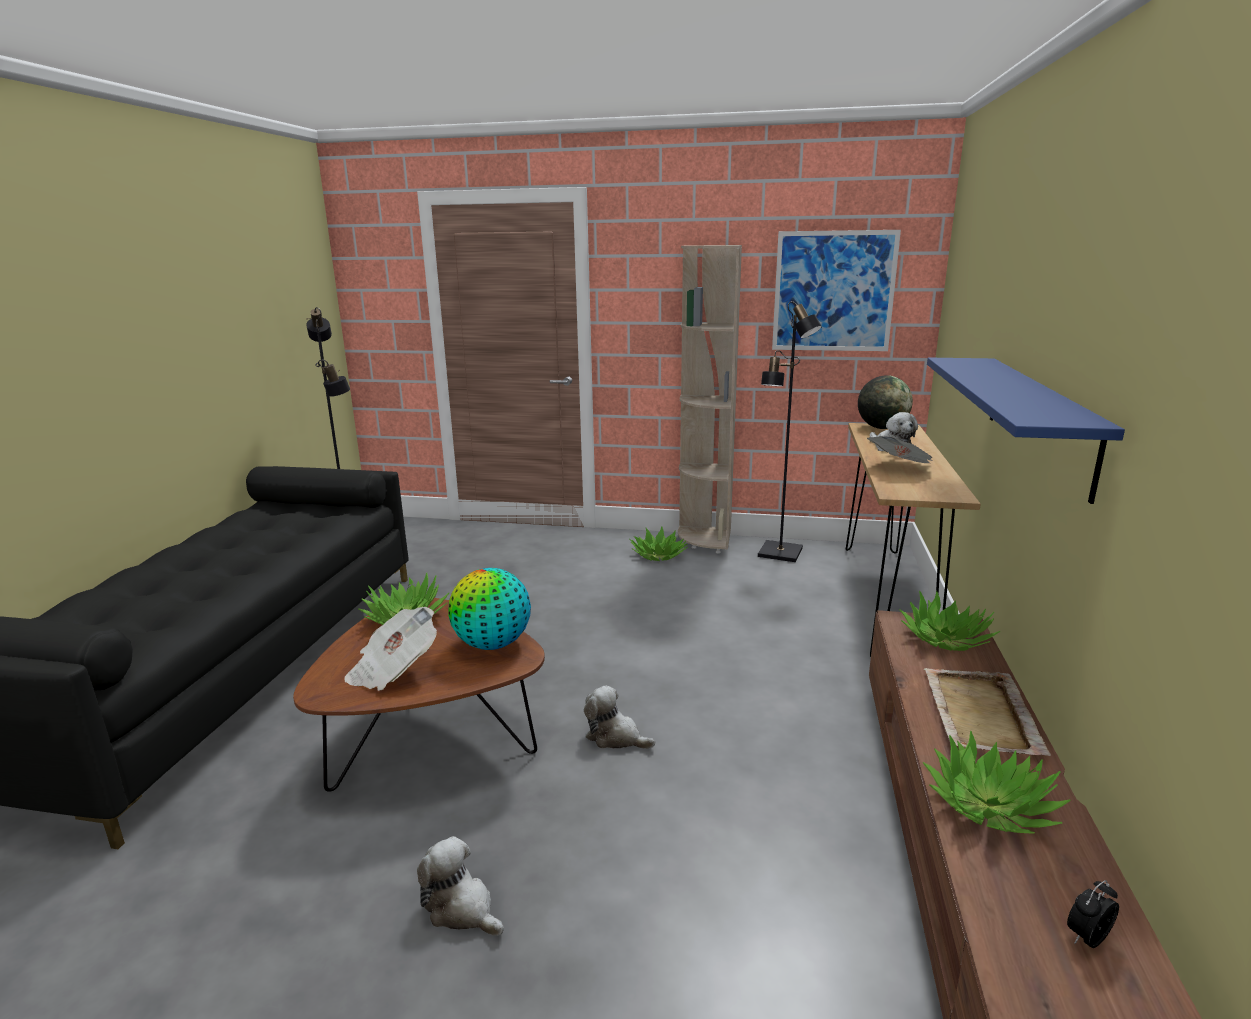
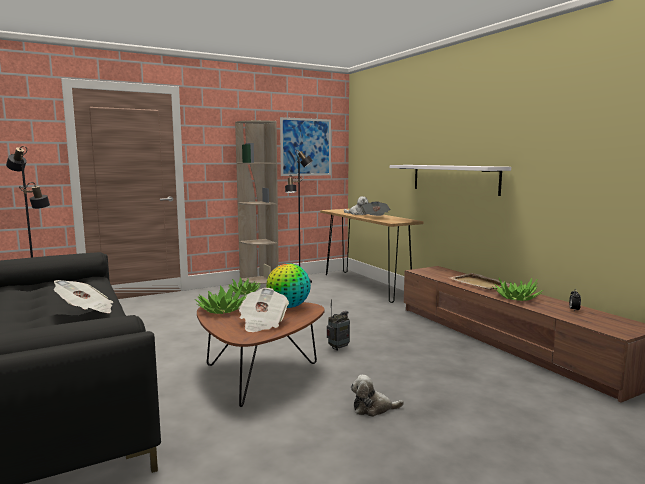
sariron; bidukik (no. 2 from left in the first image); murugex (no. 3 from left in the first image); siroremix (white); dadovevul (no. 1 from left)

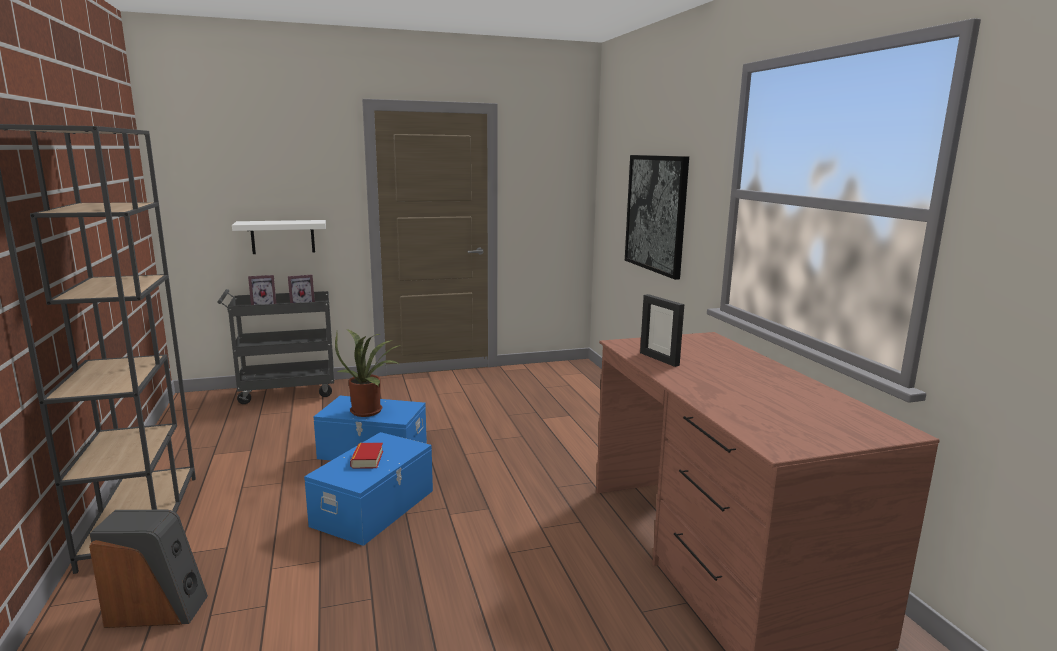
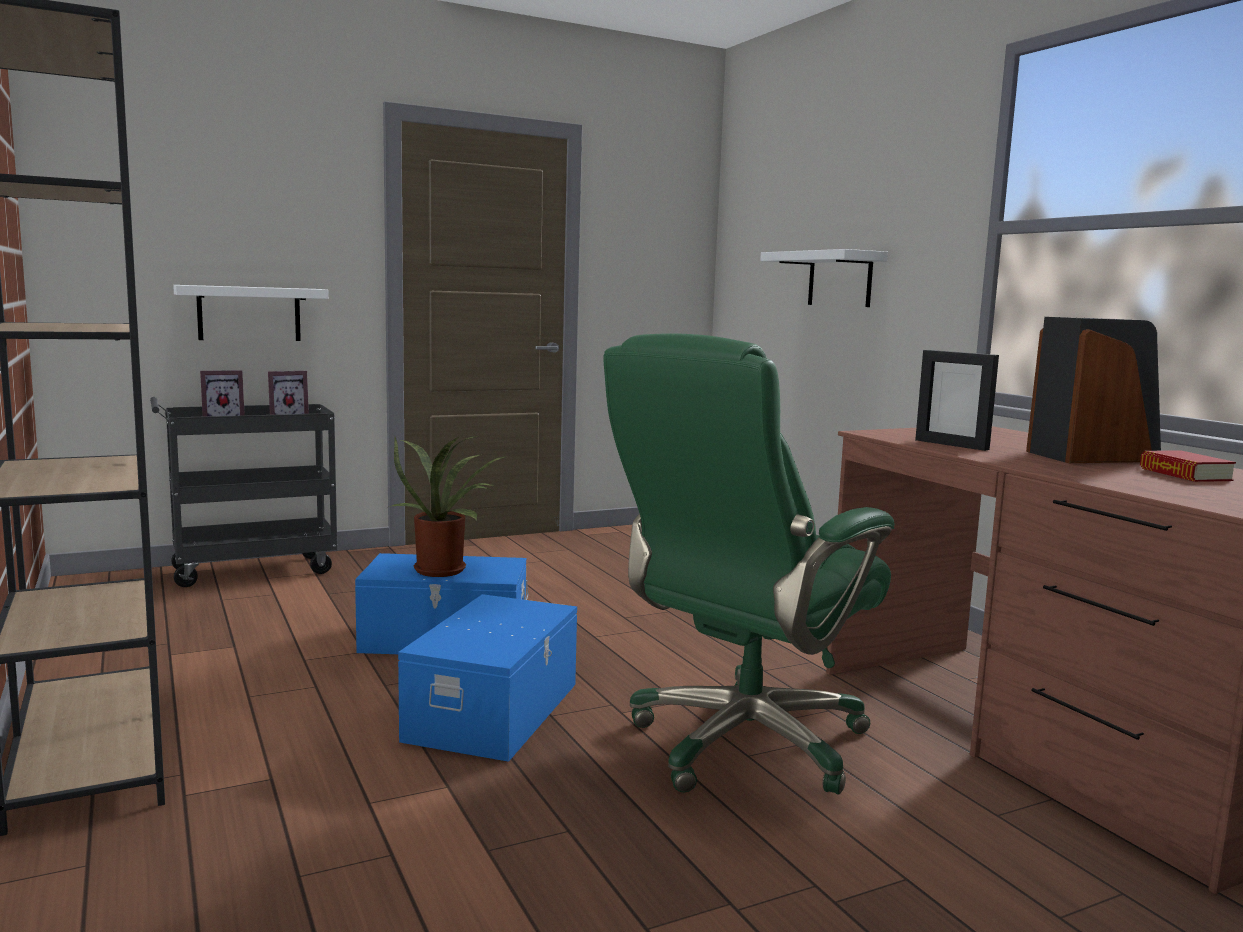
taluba; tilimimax; siroremix (white) (no. 2 from left); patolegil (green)

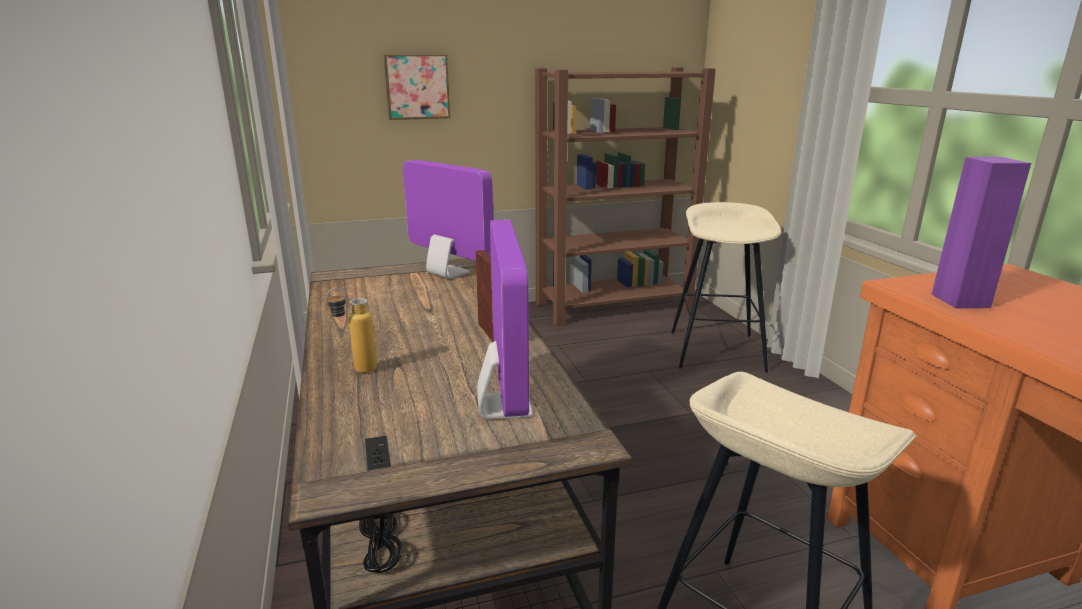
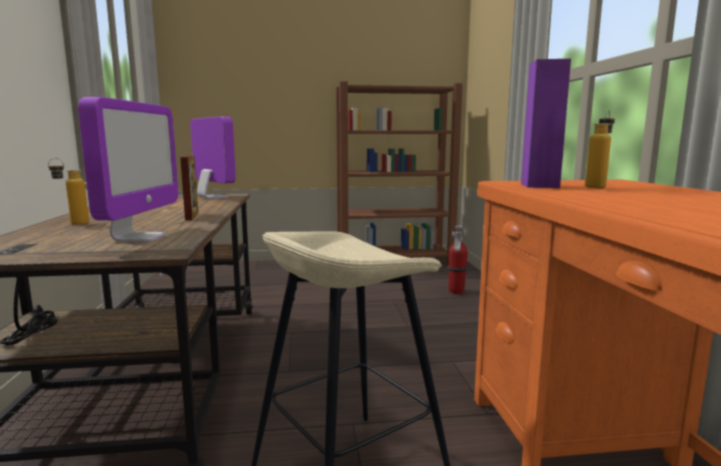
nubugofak; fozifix; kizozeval (no. 2 from left)

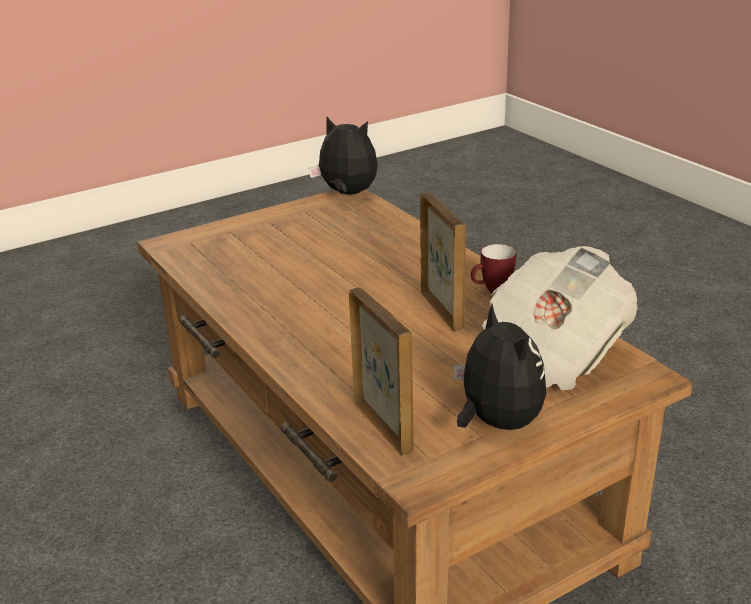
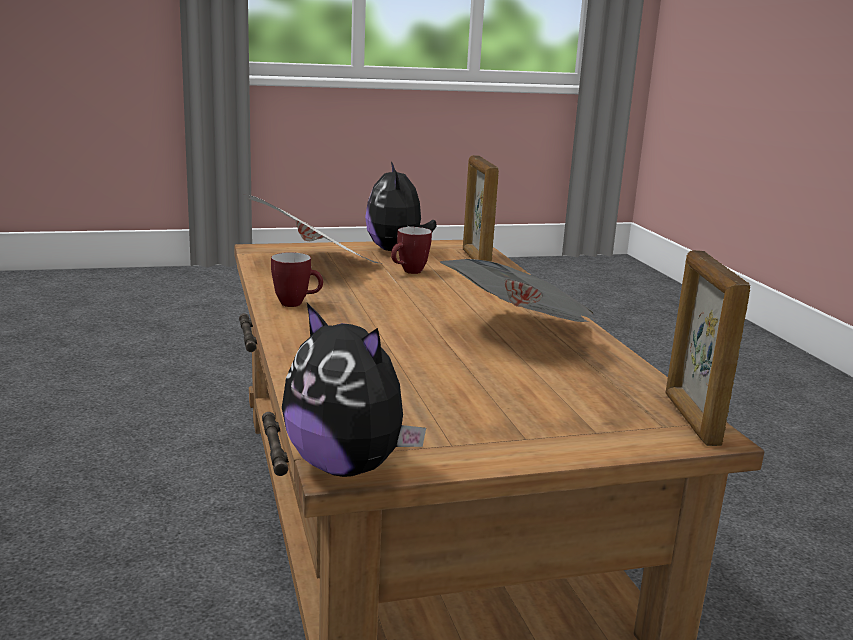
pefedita (no. 2 from left); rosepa (no. 2 from left); dadovevul (no. 2 from left)

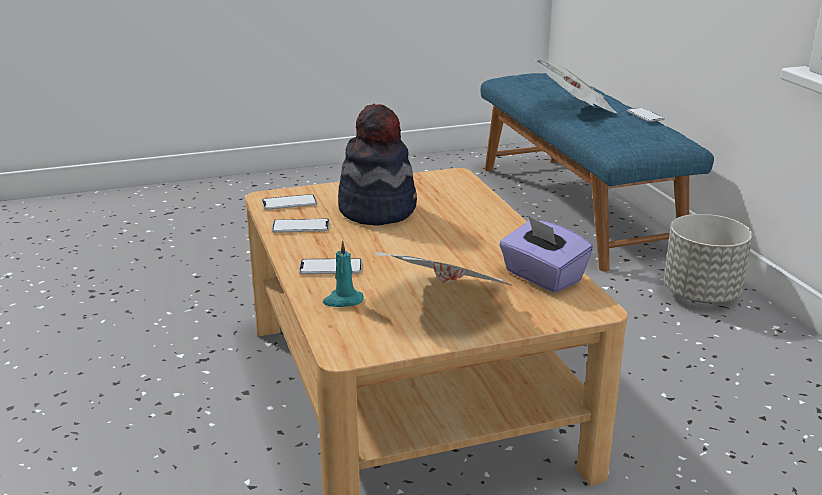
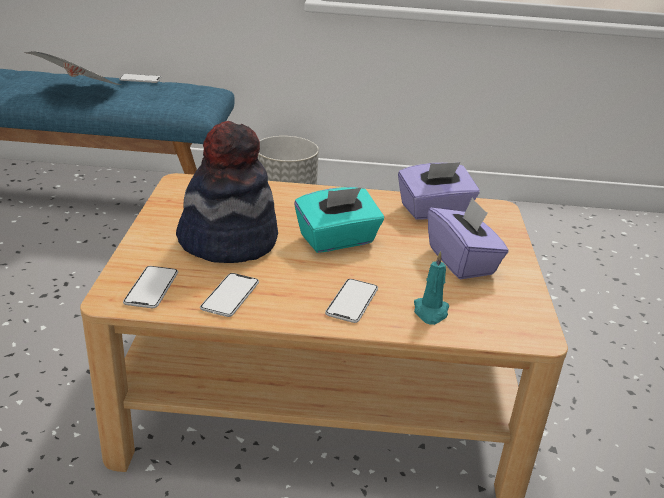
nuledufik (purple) (no. 2 from left); nuledufik (turquoise)

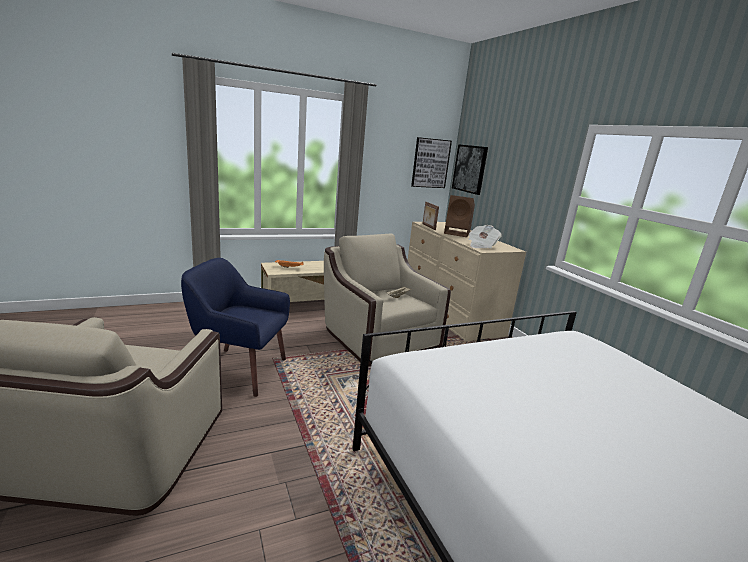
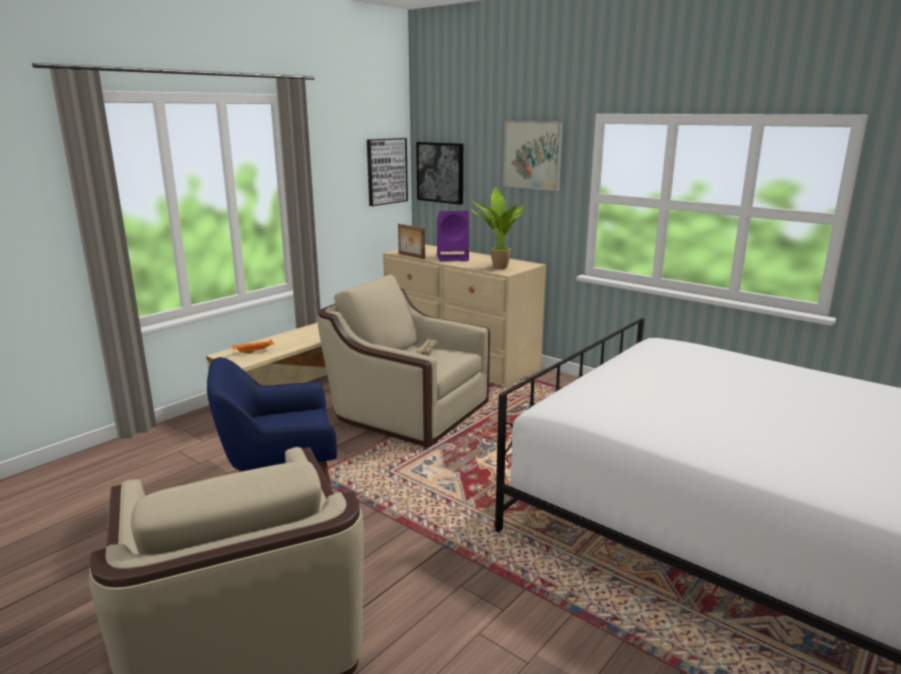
taluba (purple); murugex; nubugofak (no. 3 from left)

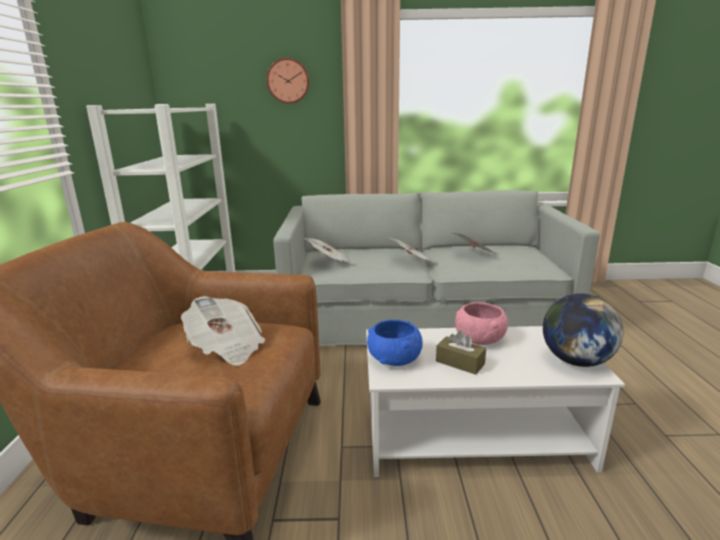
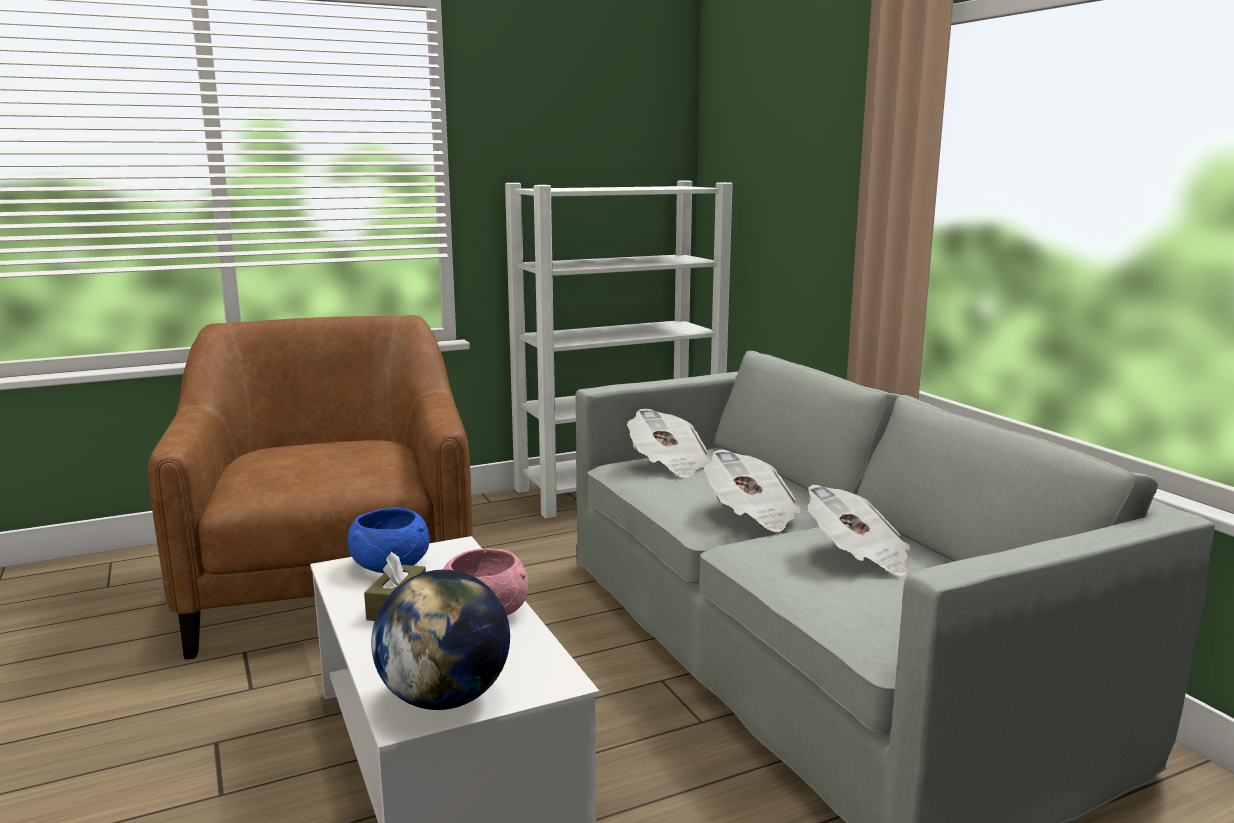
dadovevul (no. 1 from left in the first image); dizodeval

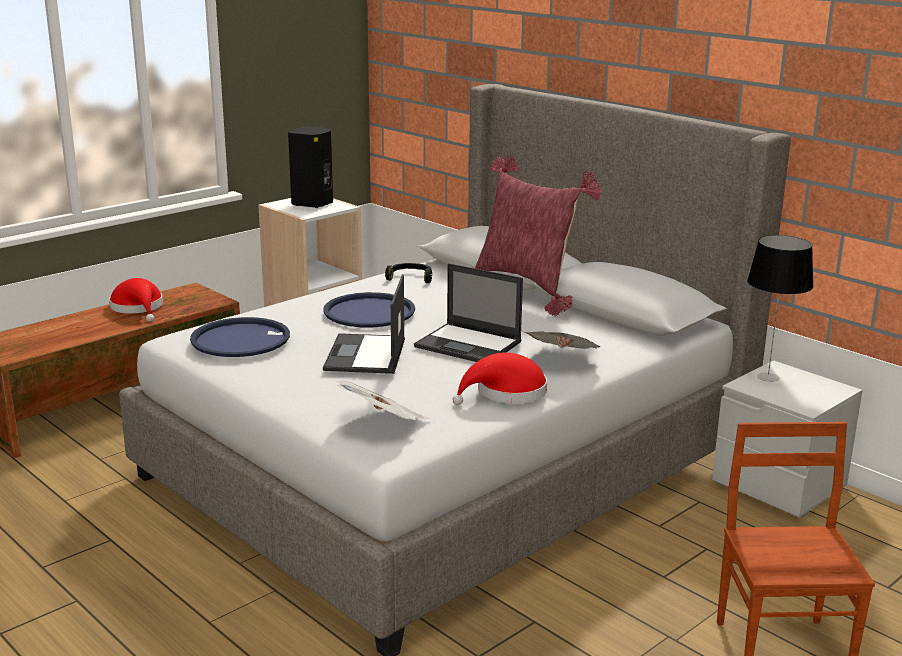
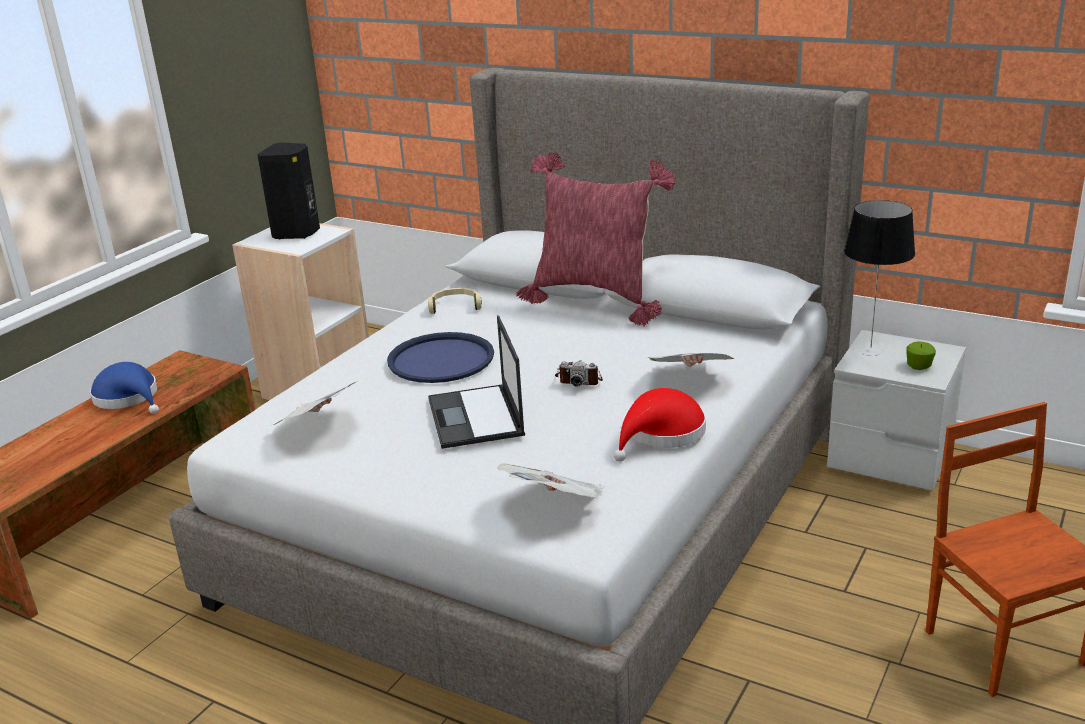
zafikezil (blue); dadovevul (no. 1 from left); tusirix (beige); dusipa; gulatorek

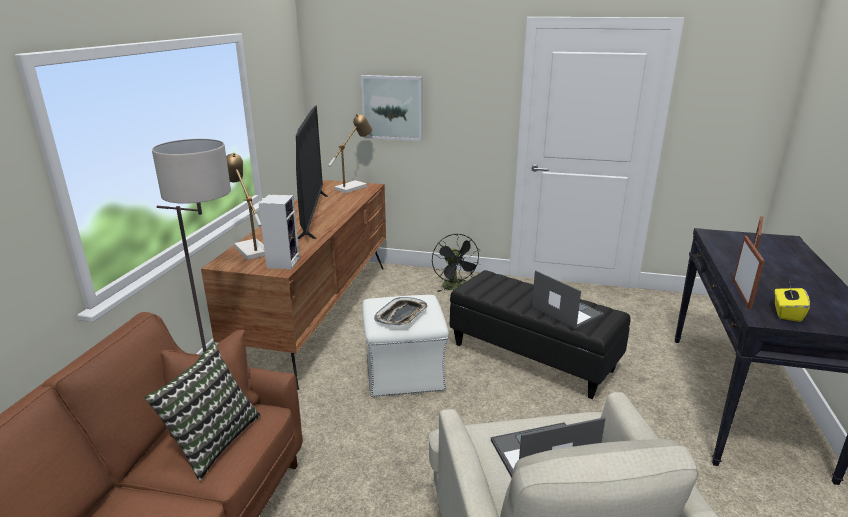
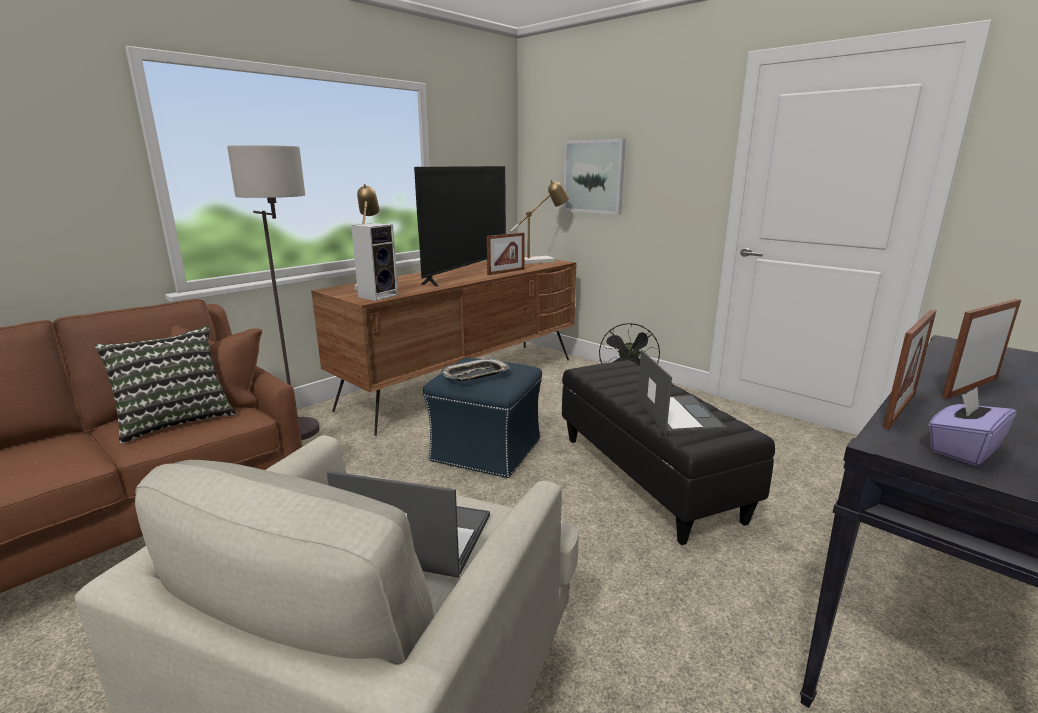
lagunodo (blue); nuledufik (purple); pefedita (no. 1 from left)

